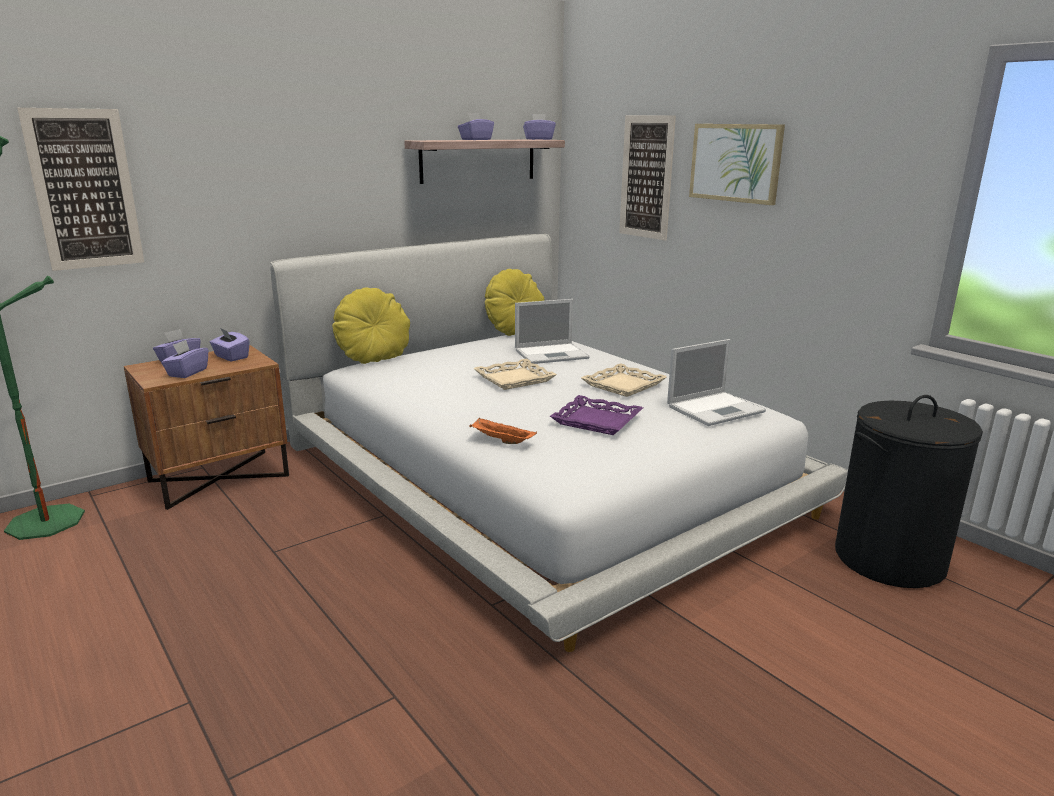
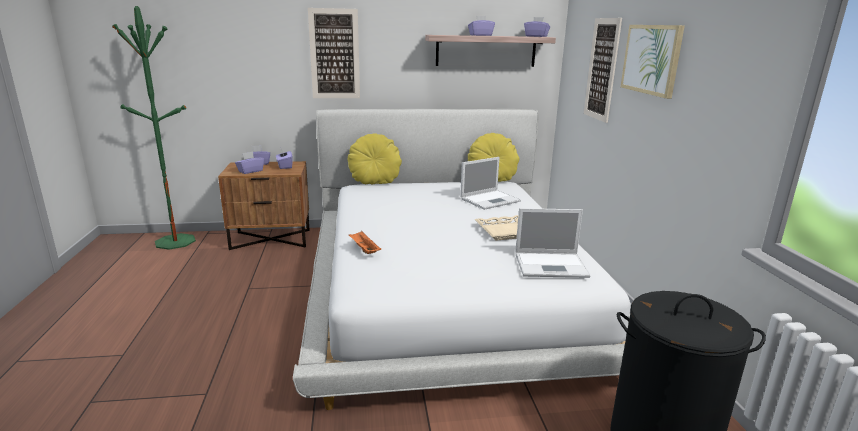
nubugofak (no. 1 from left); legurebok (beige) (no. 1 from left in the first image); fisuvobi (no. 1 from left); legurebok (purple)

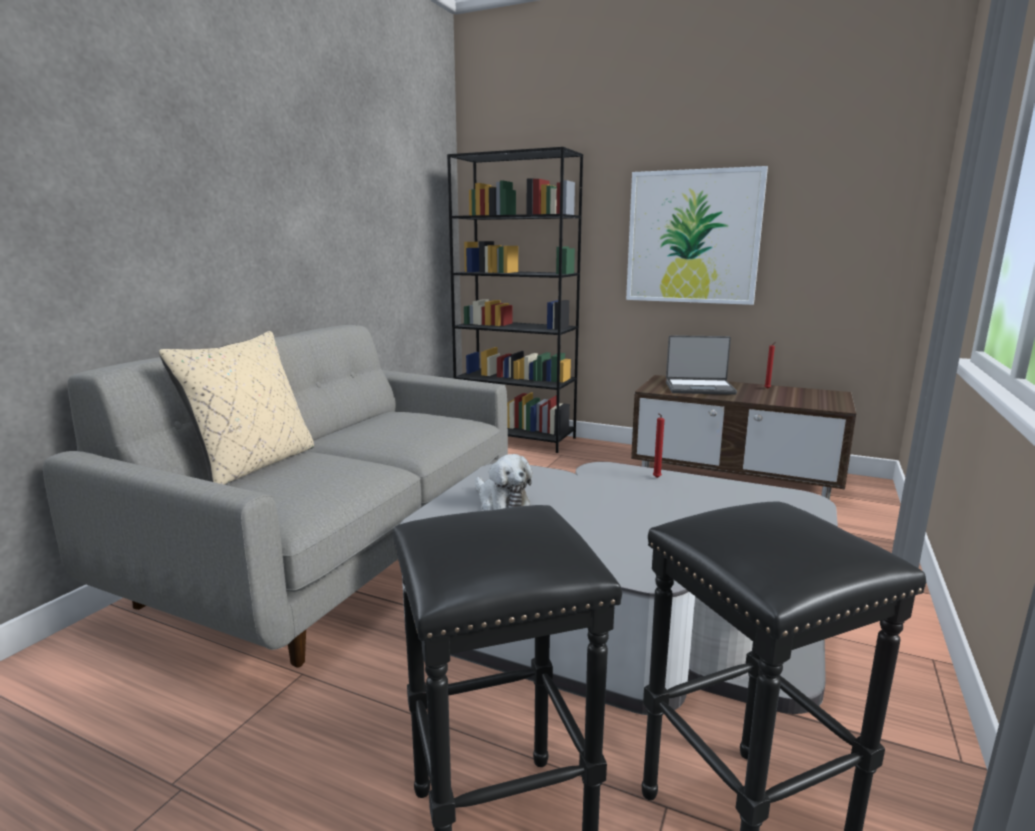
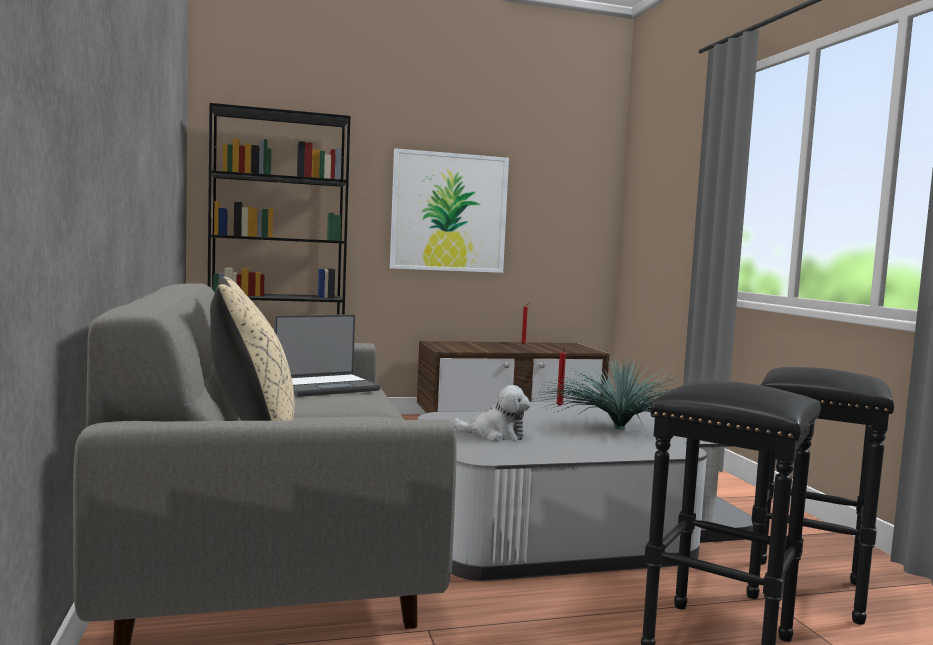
fisuvobi; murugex

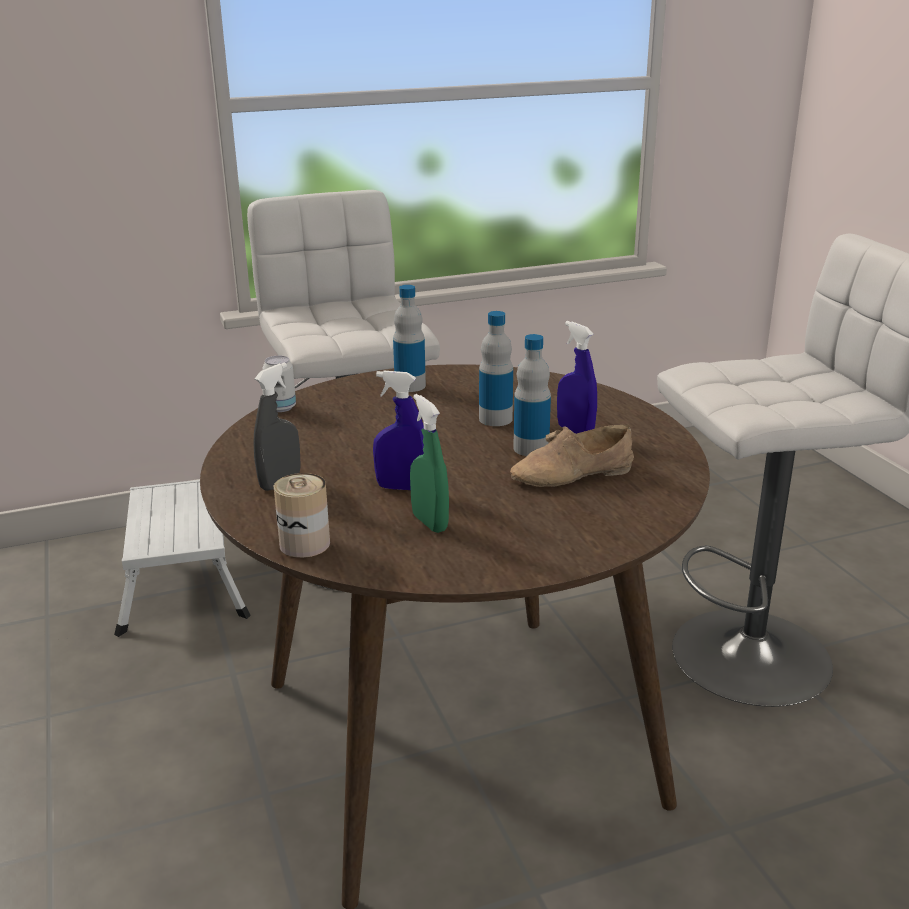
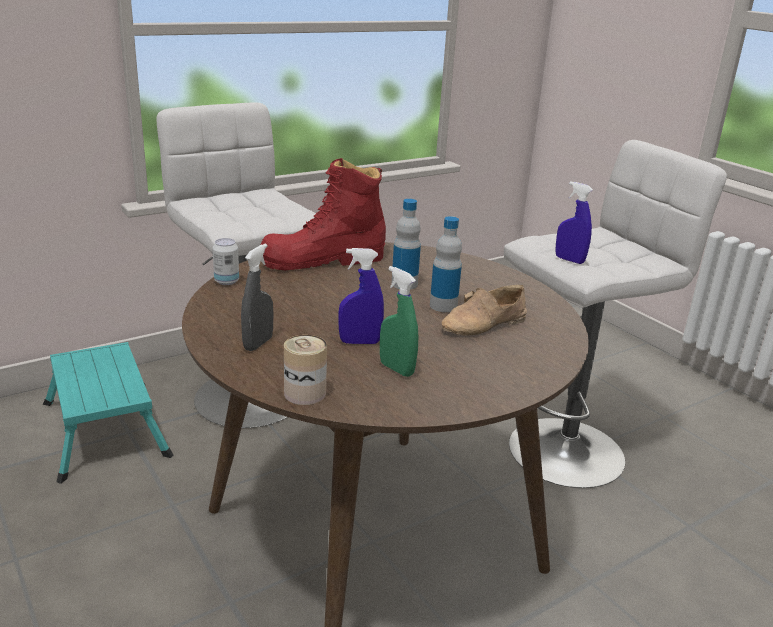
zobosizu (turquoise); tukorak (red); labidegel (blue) (no. 2 from left)

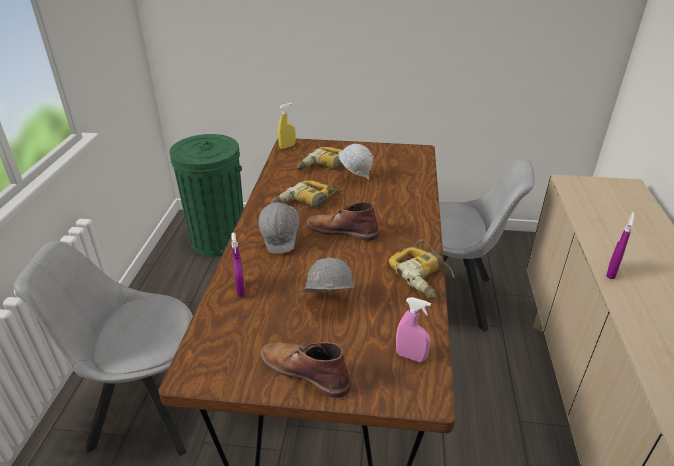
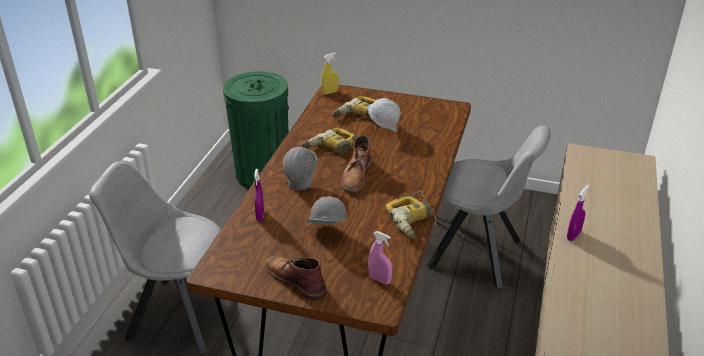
tukorak (brown) (no. 2 from left)

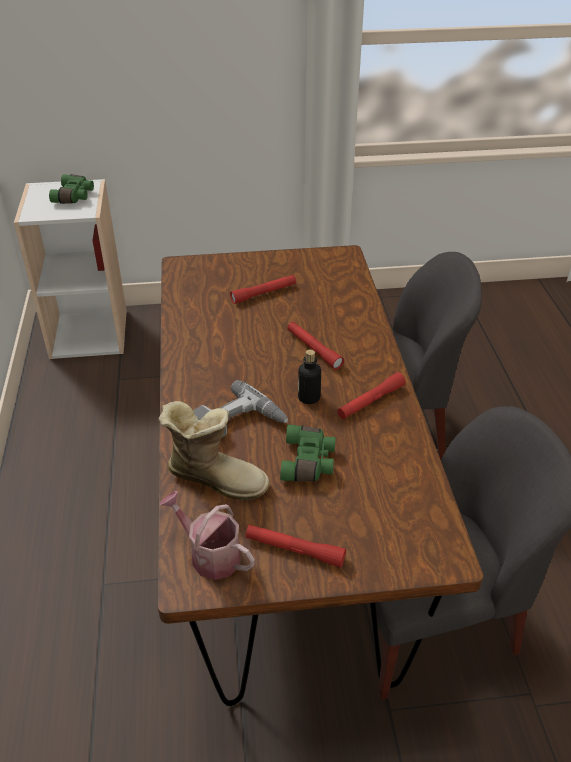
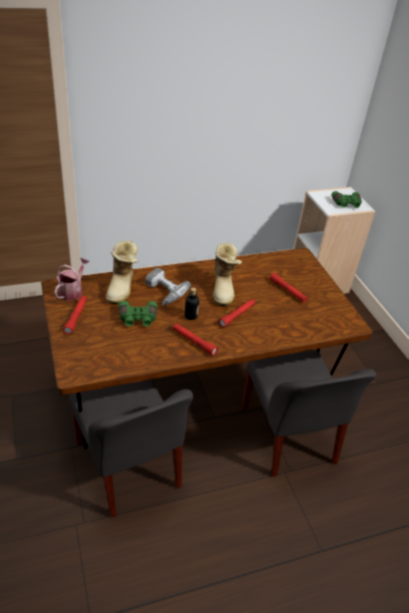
tukorak (no. 2 from left)

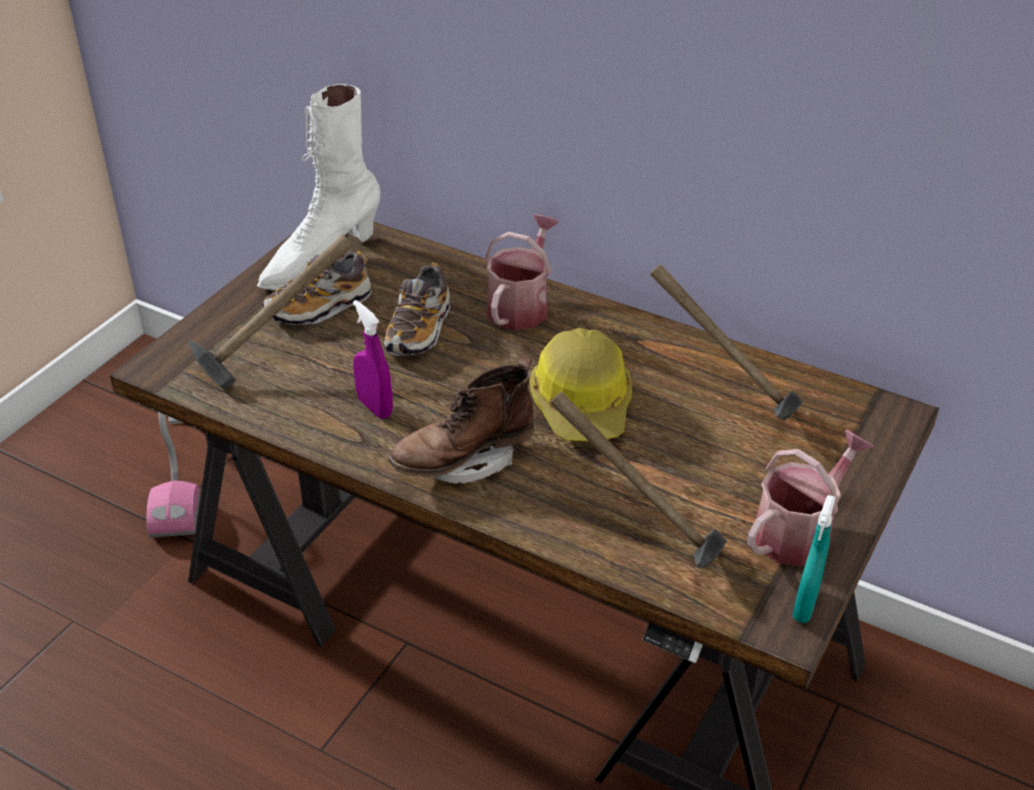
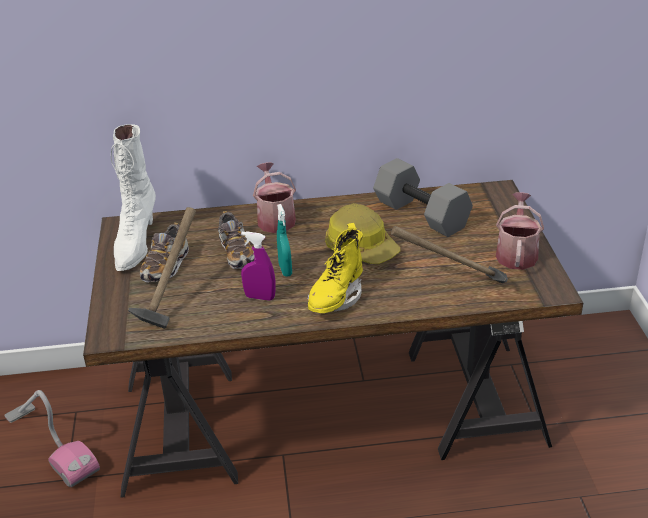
tukorak (yellow); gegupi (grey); labidegel (turquoise)

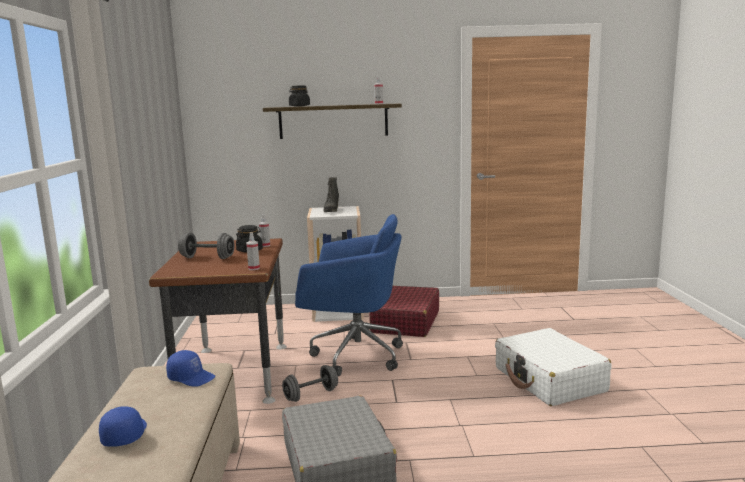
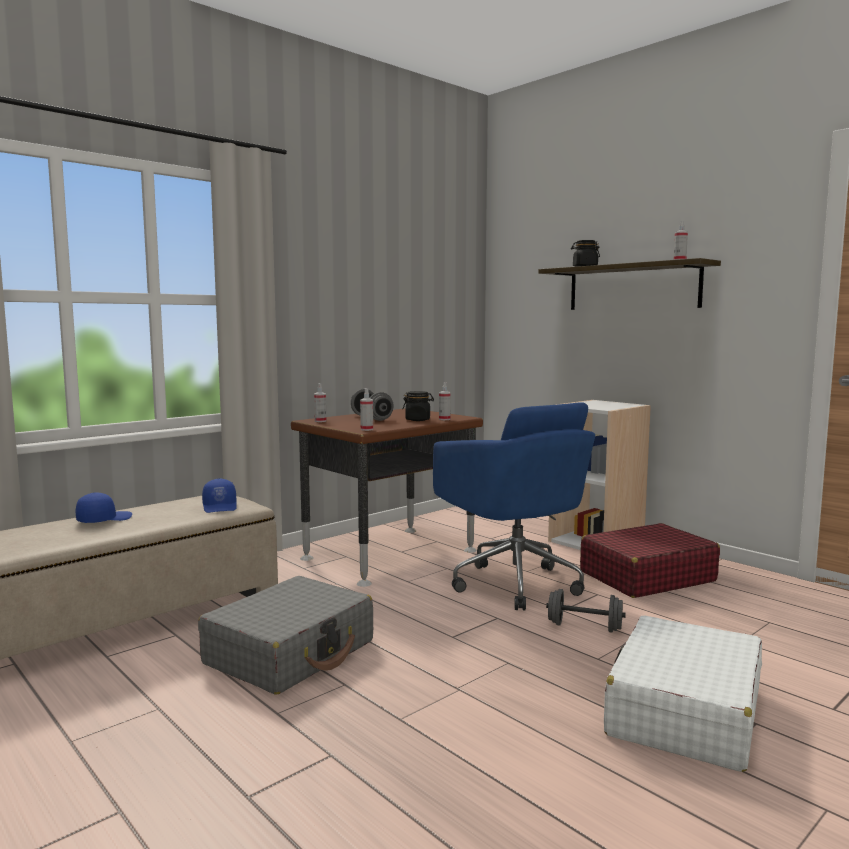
gegupi (grey) (no. 2 from left); tukorak (black); labidegel (no. 1 from left)

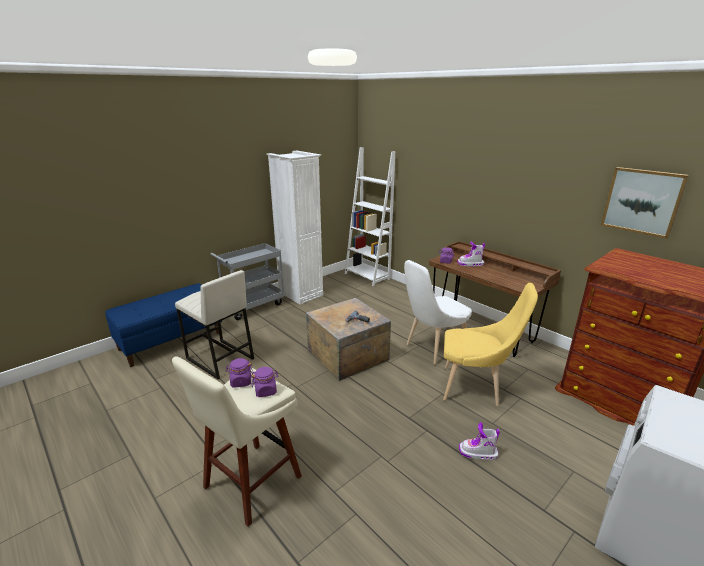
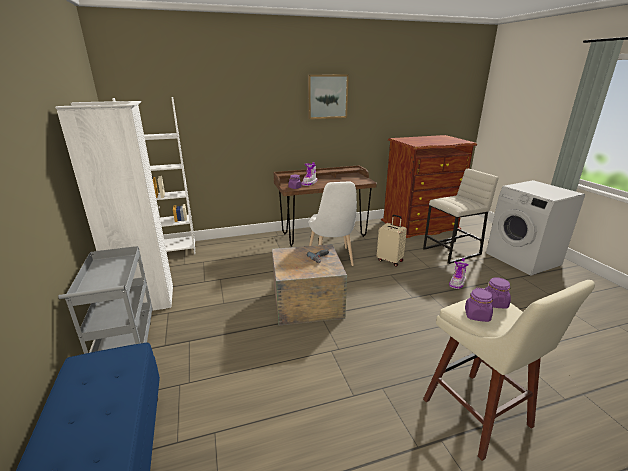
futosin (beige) (no. 1 from left); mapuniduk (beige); nubugofak

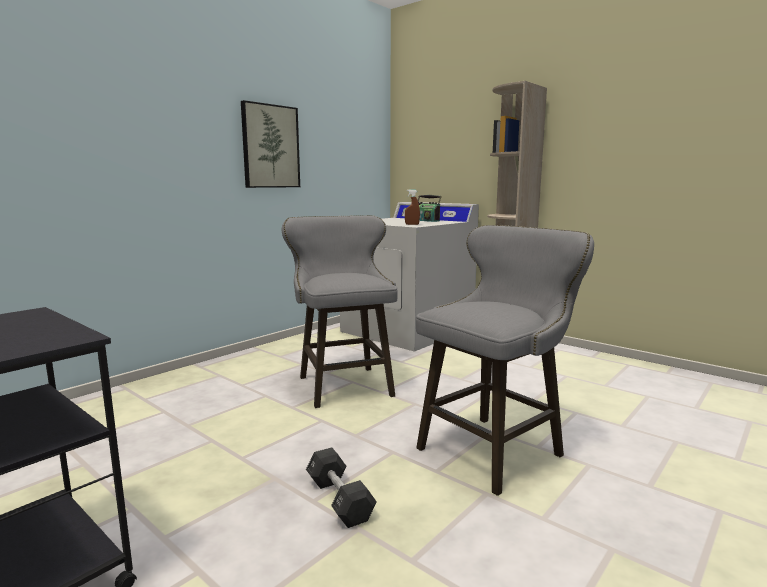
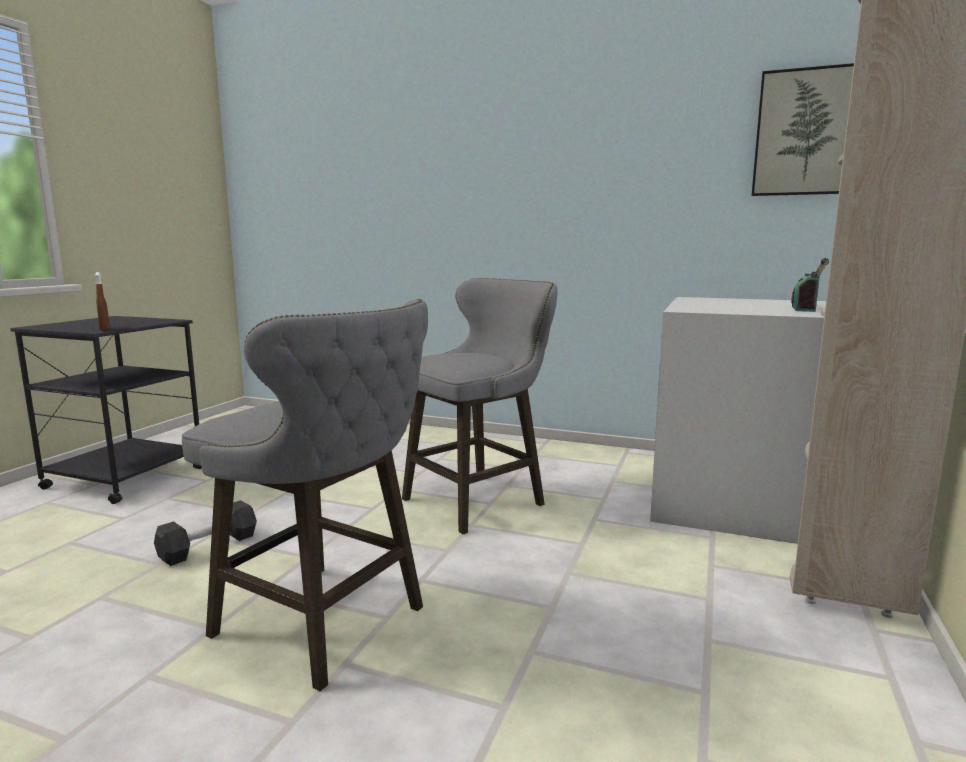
nubugofak; labidegel (brown)

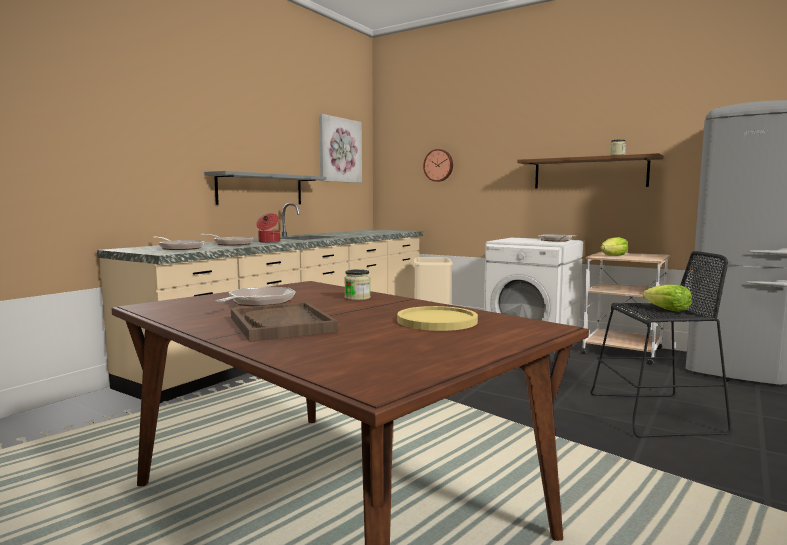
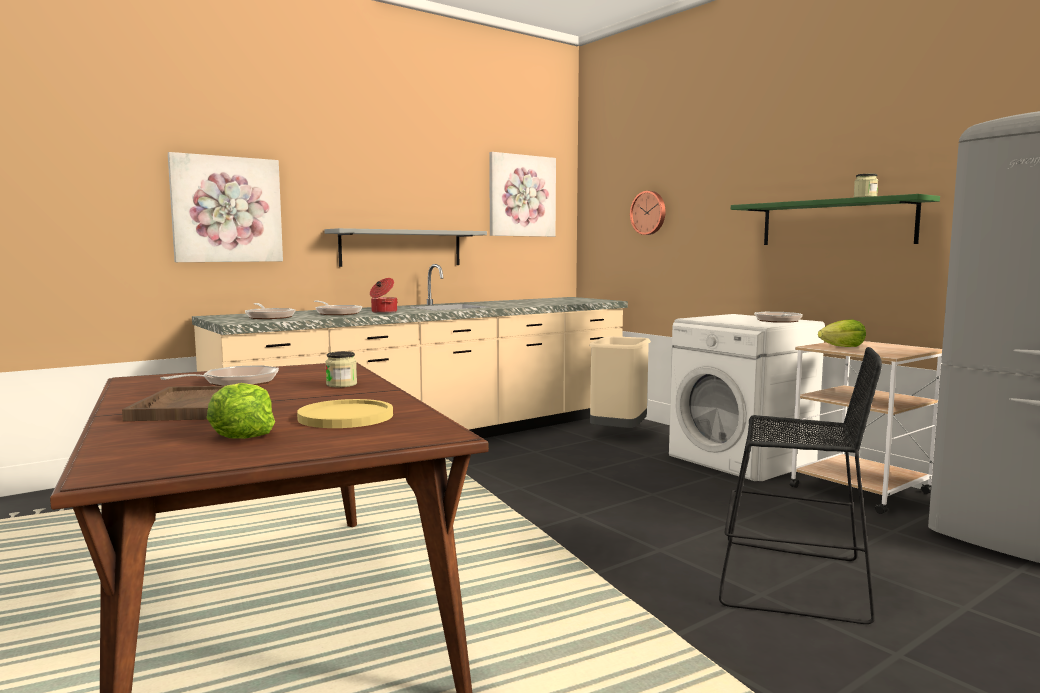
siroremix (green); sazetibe (no. 1 from left); nubugofak (no. 1 from left)

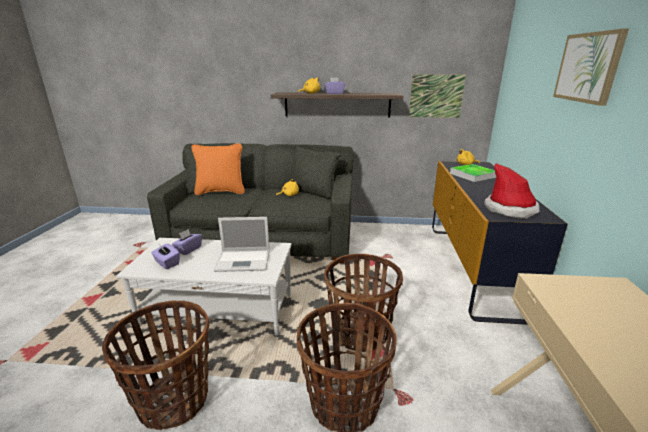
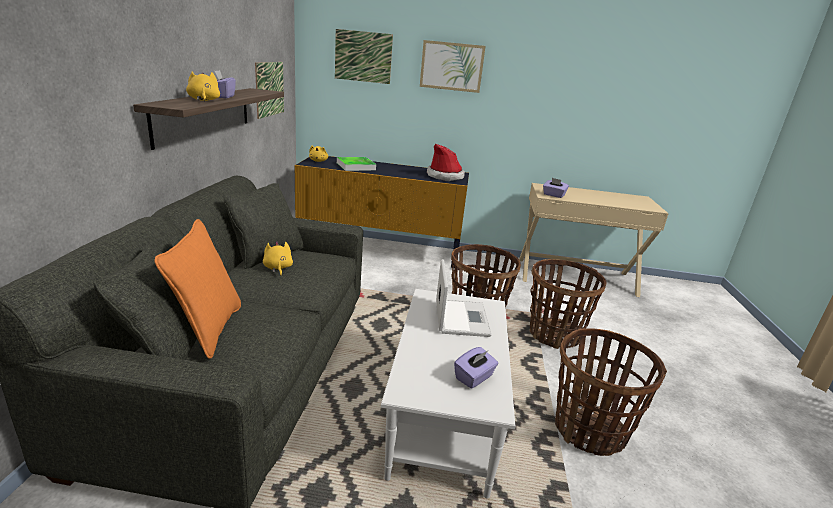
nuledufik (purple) (no. 3 from left); nubugofak (no. 2 from left)

